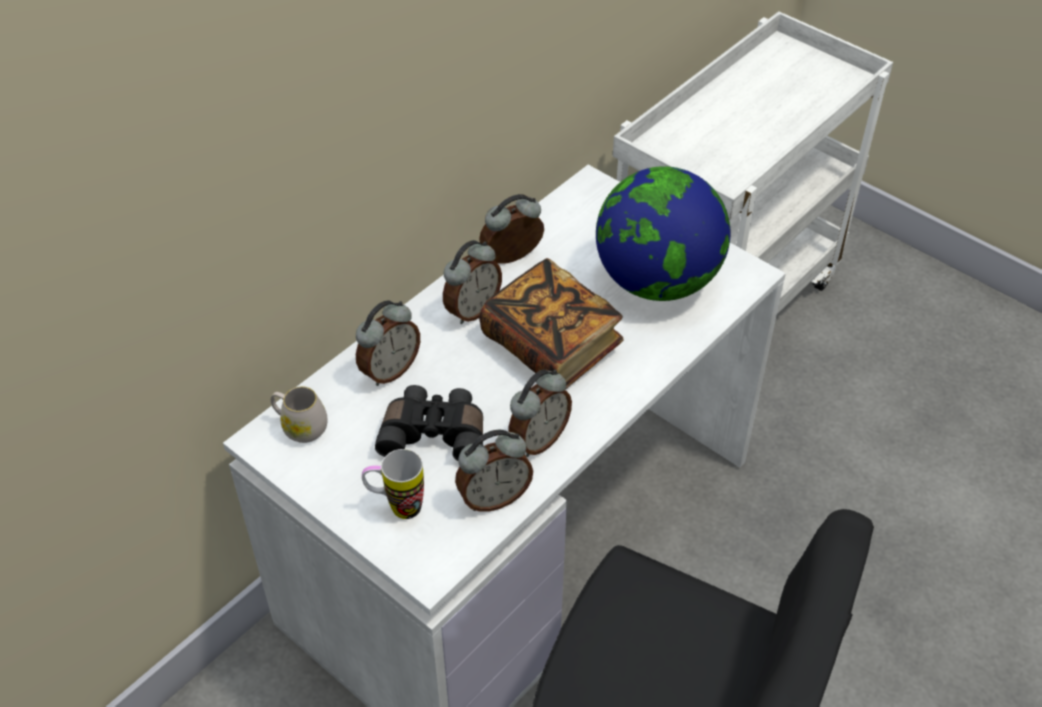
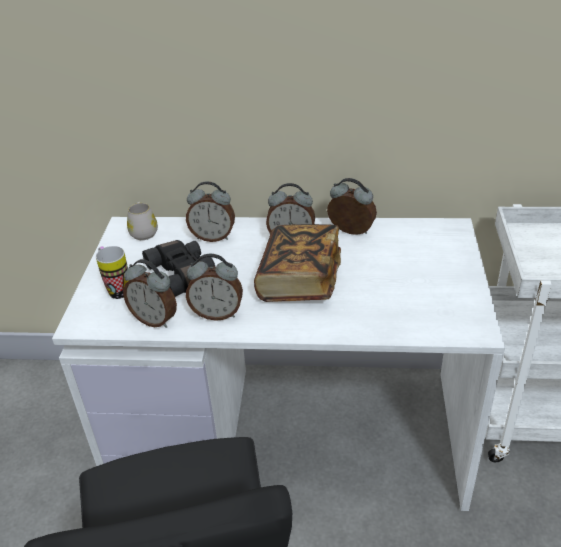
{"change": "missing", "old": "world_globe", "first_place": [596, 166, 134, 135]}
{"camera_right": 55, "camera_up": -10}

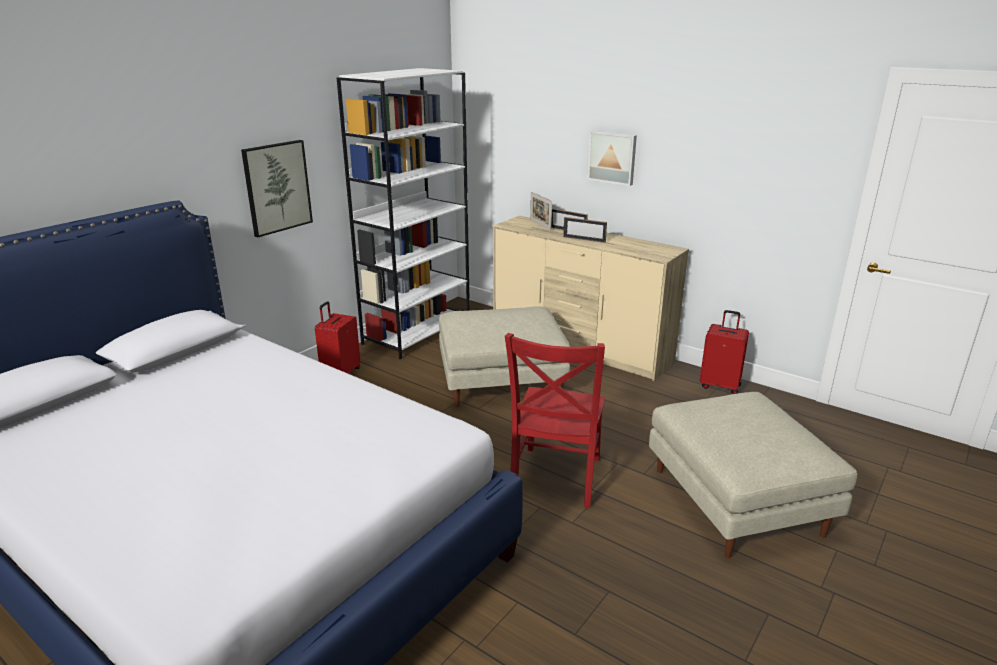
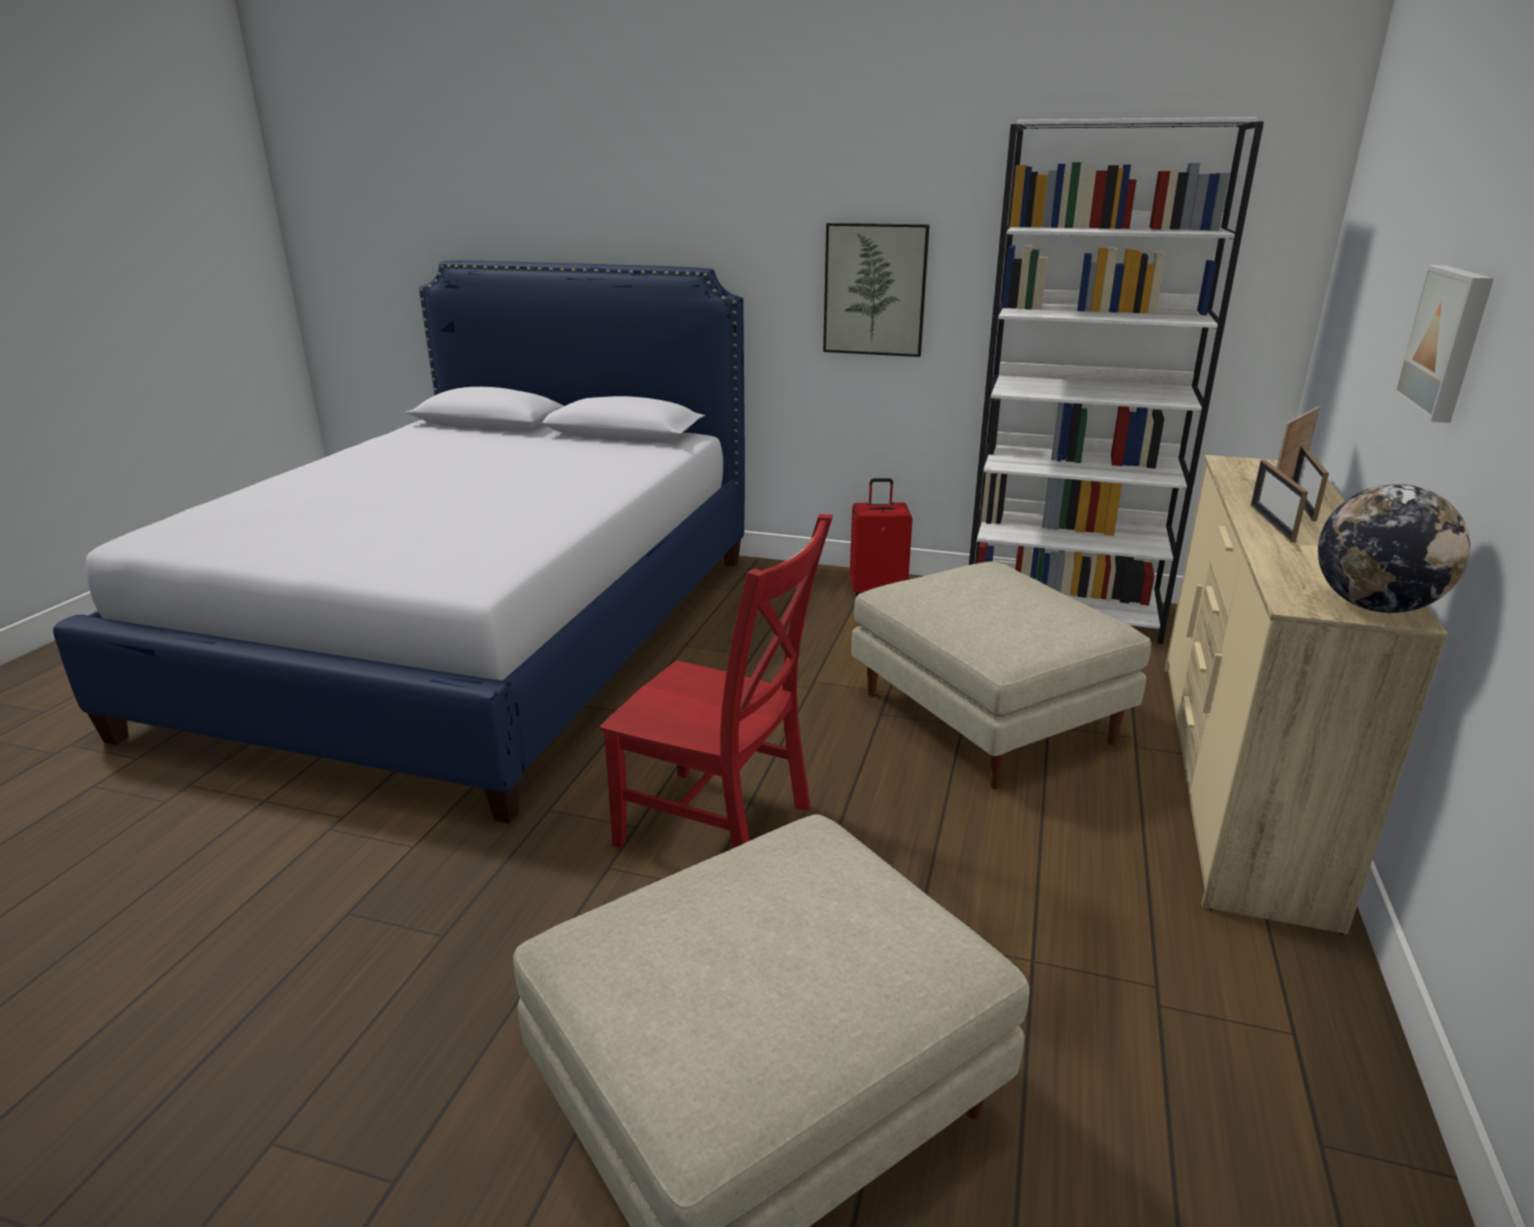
{"change": "missing", "old": "reddish_travel_case", "first_place": [700, 310, 49, 84]}
{"change": "appeared", "new": "world_globe", "second_place": [1318, 484, 152, 129]}
{"change": "spun", "old": "reddish_upright_chair", "first_place": [505, 333, 100, 175], "second_place": [600, 514, 233, 334], "degrees": -150}
{"camera_right": 70, "camera_up": 0}

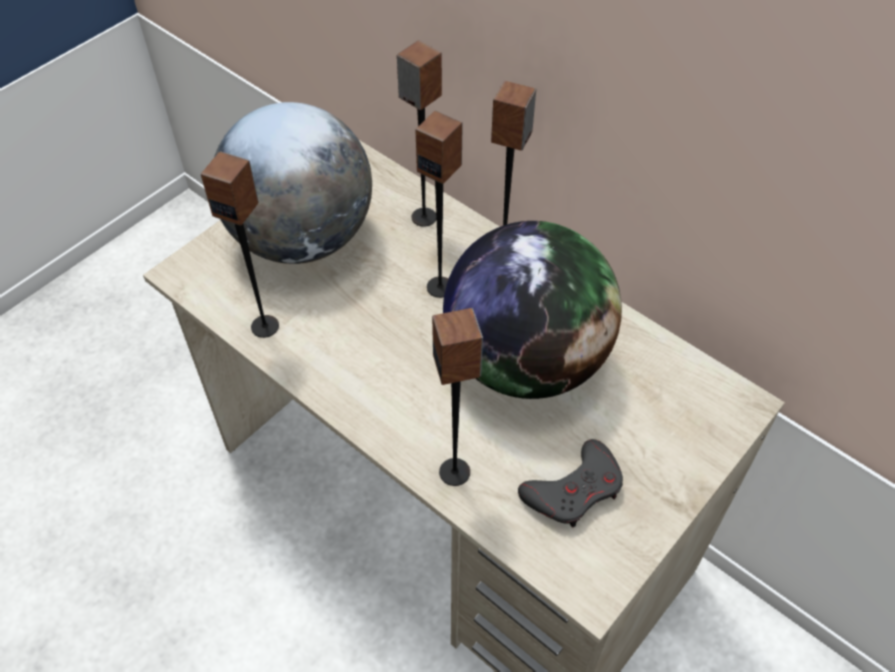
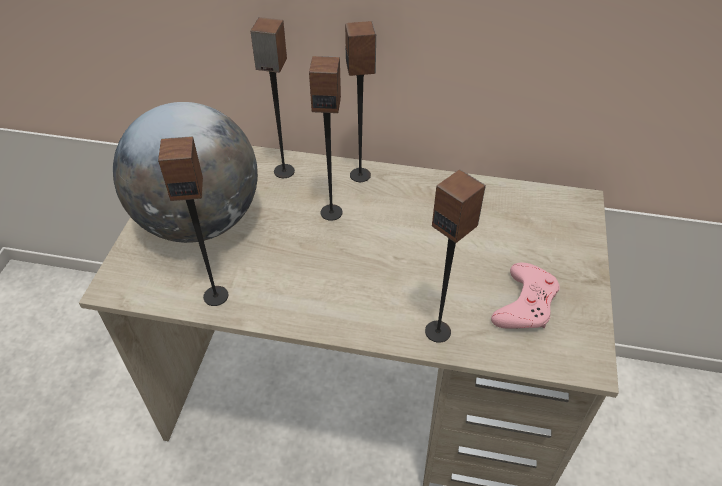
{"change": "missing", "old": "world_globe", "first_place": [443, 221, 179, 178]}
{"change": "colour", "old": "grey_joypad", "new": "pinkish_joypad", "first_place": [518, 439, 105, 88], "second_place": [491, 263, 69, 66]}
{"camera_right": -30, "camera_up": -5}

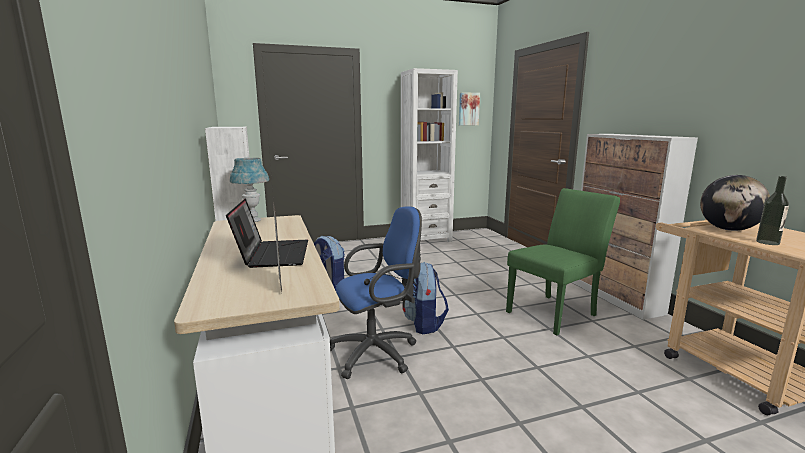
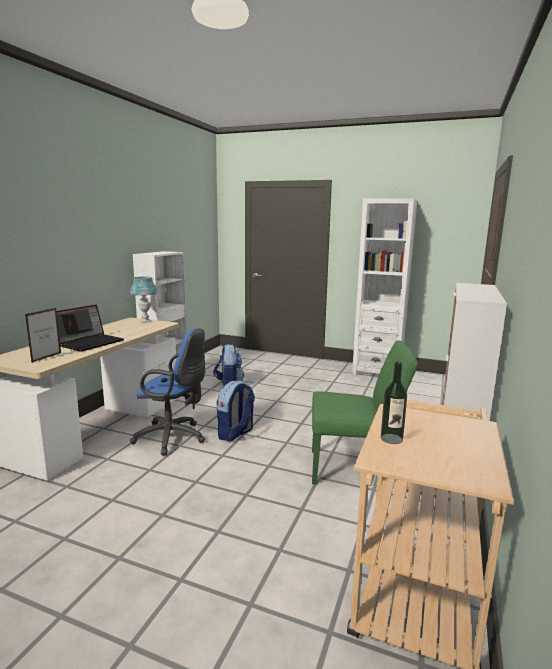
{"change": "missing", "old": "wall_art", "first_place": [459, 92, 21, 33]}
{"change": "missing", "old": "world_globe", "first_place": [700, 175, 70, 56]}
{"camera_right": 40, "camera_up": 0}

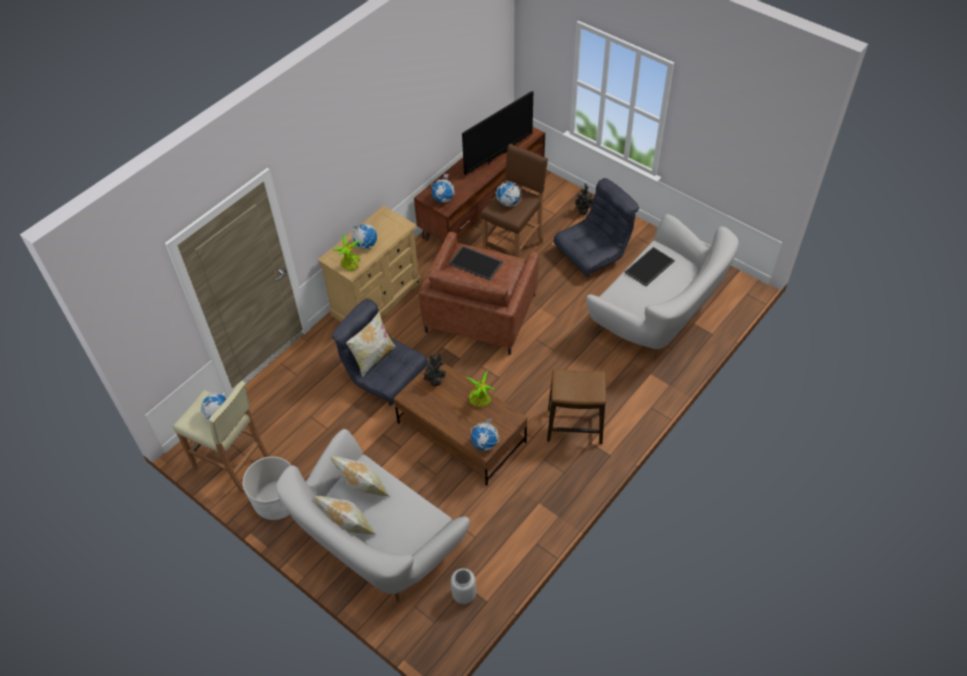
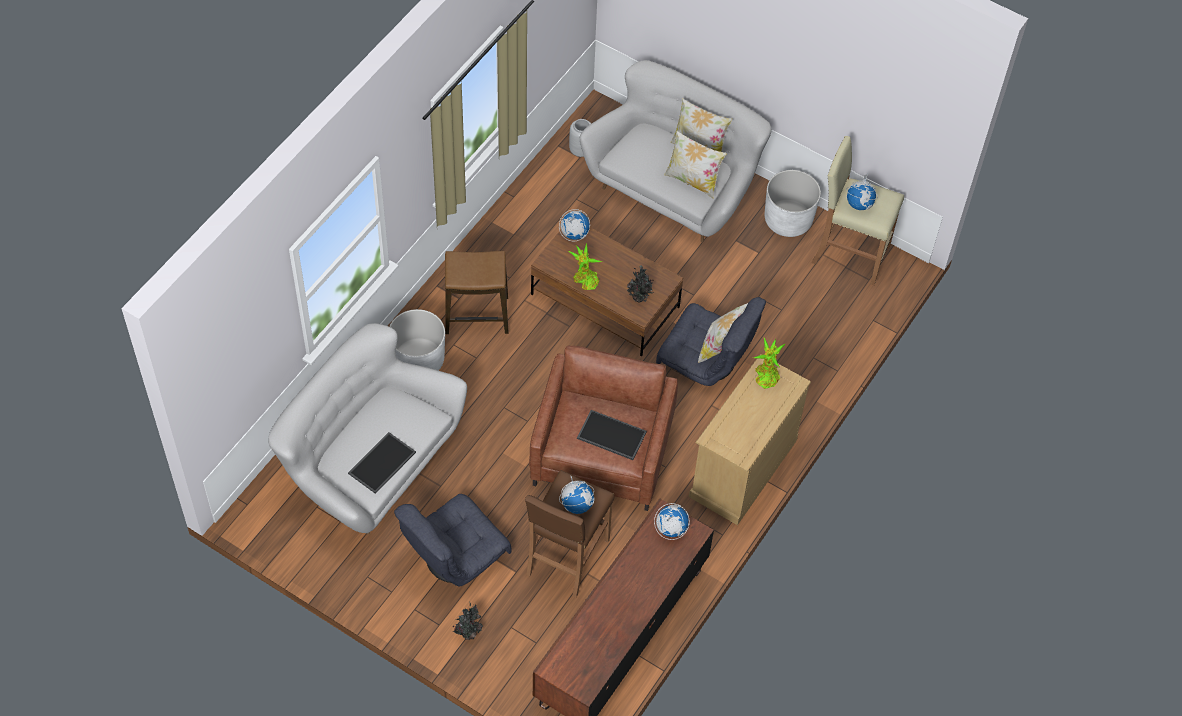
{"change": "missing", "old": "world_globe", "first_place": [352, 223, 25, 26]}
{"change": "missing", "old": "TV", "first_place": [462, 91, 71, 84]}
{"change": "appeared", "new": "white-coloured_planter", "second_place": [389, 309, 56, 62]}
{"camera_right": 170, "camera_up": 5}

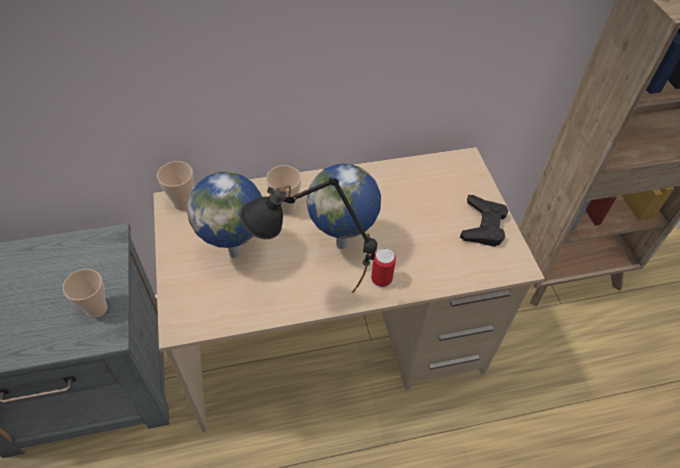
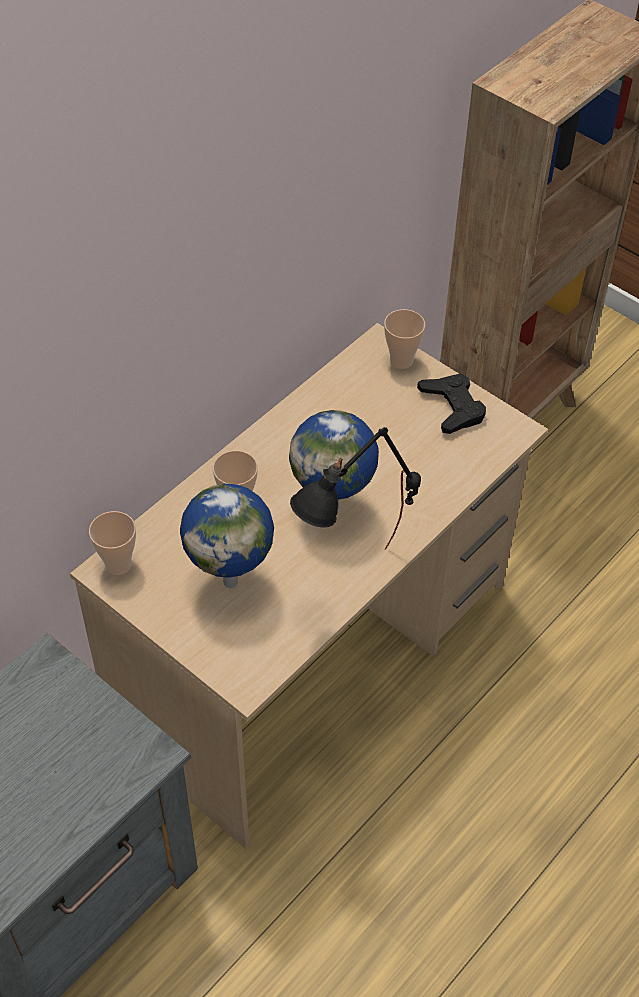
{"change": "missing", "old": "metal_can", "first_place": [371, 248, 25, 40]}
{"change": "relocated", "old": "drinking_cup", "first_place": [63, 269, 45, 49], "second_place": [384, 309, 41, 60]}
{"camera_right": -35, "camera_up": 0}

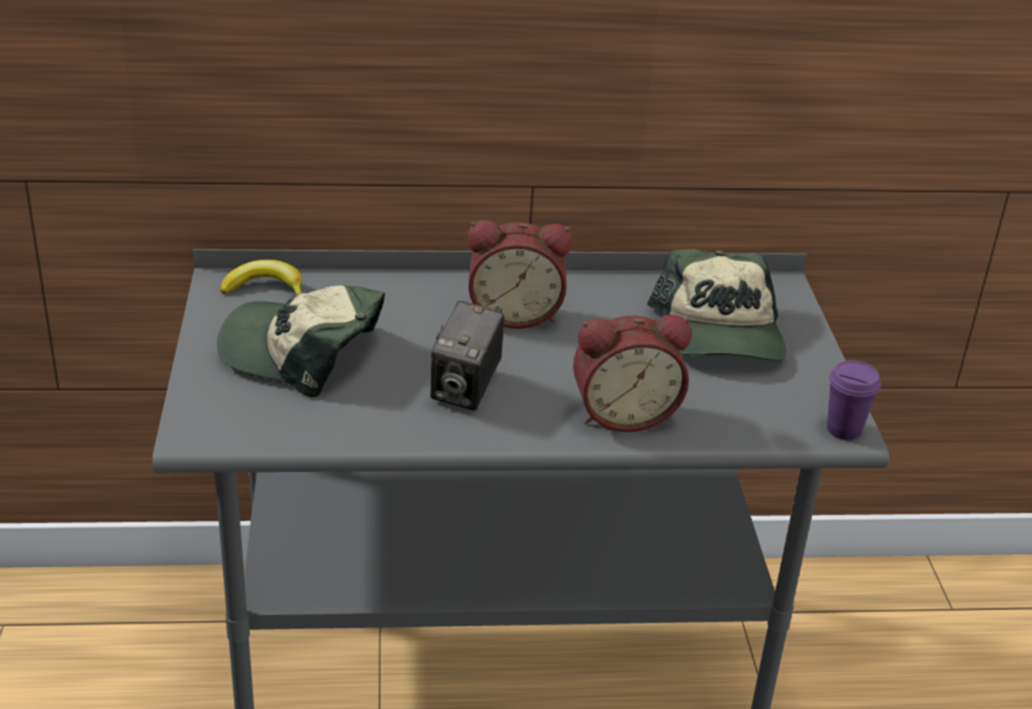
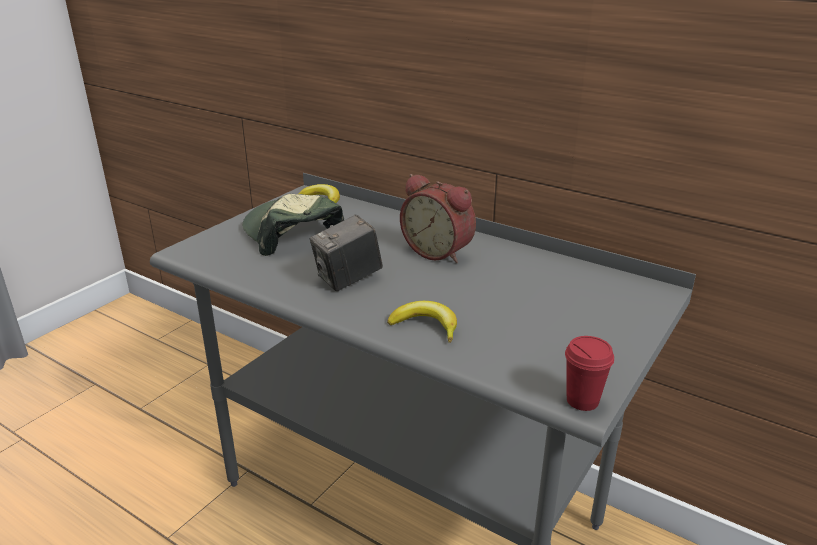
{"change": "missing", "old": "baseball_cap", "first_place": [647, 249, 139, 112]}
{"change": "exchanged", "old": "alarm_clock", "new": "banana", "first_place": [573, 315, 119, 117], "second_place": [387, 301, 70, 42]}
{"change": "colour", "old": "purplish_drinking_cup", "new": "reddish_drinking_cup", "first_place": [827, 360, 54, 80], "second_place": [565, 336, 49, 75]}
{"camera_right": 40, "camera_up": -5}

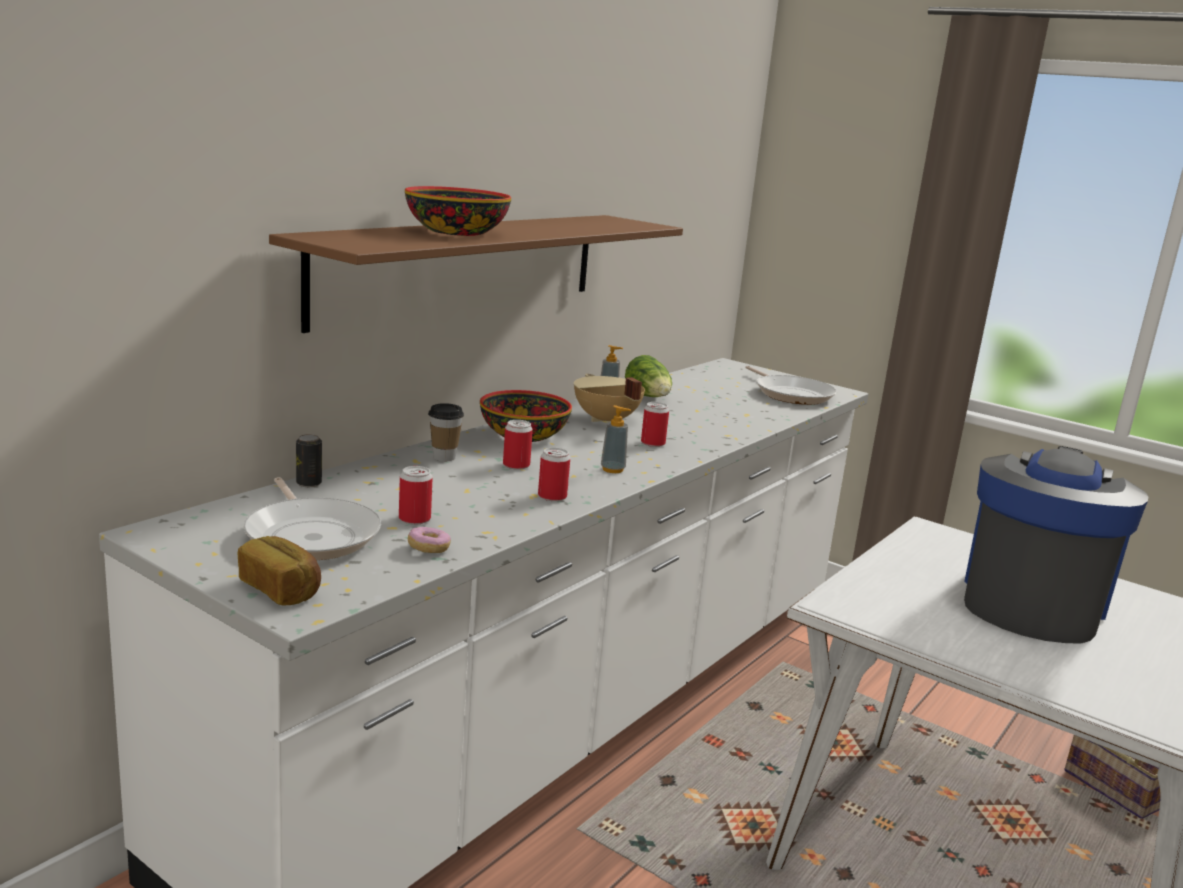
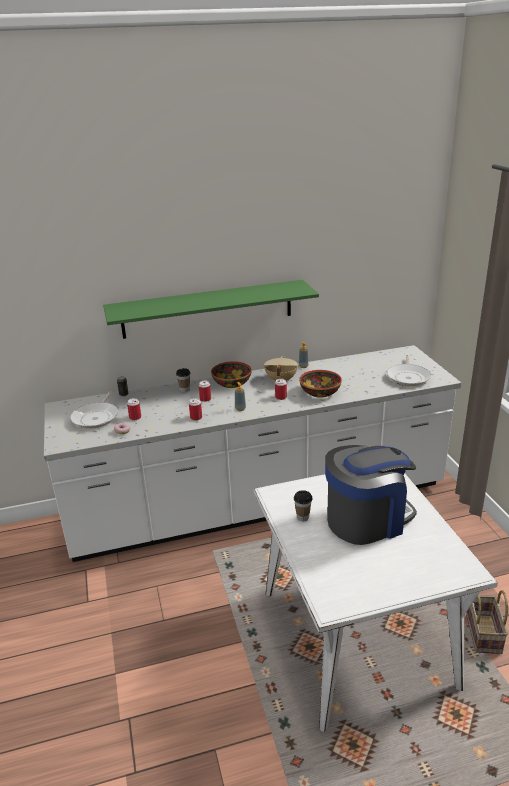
{"change": "missing", "old": "bread", "first_place": [238, 536, 83, 70]}
{"change": "missing", "old": "head_of_lettuce", "first_place": [625, 355, 47, 42]}
{"change": "appeared", "new": "drinking_cup", "second_place": [294, 490, 19, 31]}
{"change": "relocated", "old": "serving_bowl", "first_place": [405, 186, 106, 50], "second_place": [299, 370, 43, 28]}
{"change": "colour", "old": "brown_wall_shelf", "new": "green_wall_shelf", "first_place": [269, 215, 414, 118], "second_place": [103, 280, 216, 59]}
{"camera_right": 40, "camera_up": 10}

